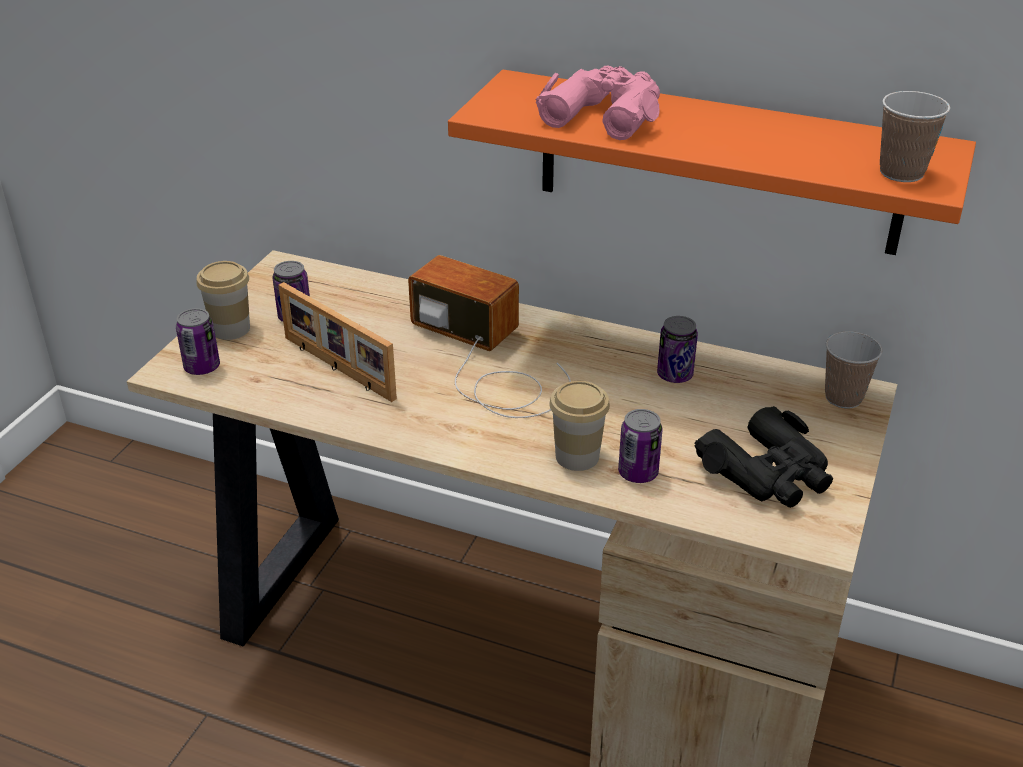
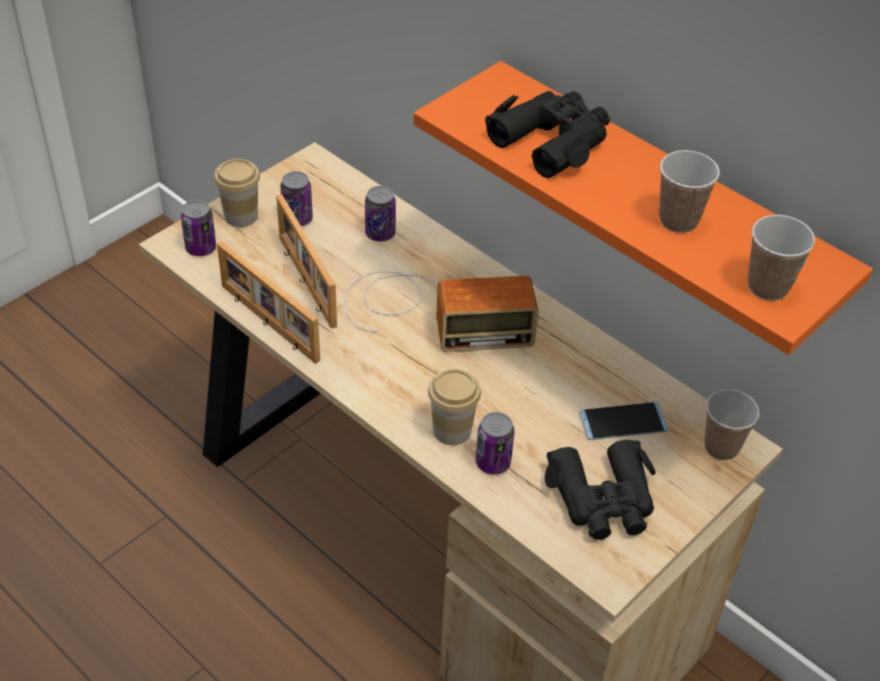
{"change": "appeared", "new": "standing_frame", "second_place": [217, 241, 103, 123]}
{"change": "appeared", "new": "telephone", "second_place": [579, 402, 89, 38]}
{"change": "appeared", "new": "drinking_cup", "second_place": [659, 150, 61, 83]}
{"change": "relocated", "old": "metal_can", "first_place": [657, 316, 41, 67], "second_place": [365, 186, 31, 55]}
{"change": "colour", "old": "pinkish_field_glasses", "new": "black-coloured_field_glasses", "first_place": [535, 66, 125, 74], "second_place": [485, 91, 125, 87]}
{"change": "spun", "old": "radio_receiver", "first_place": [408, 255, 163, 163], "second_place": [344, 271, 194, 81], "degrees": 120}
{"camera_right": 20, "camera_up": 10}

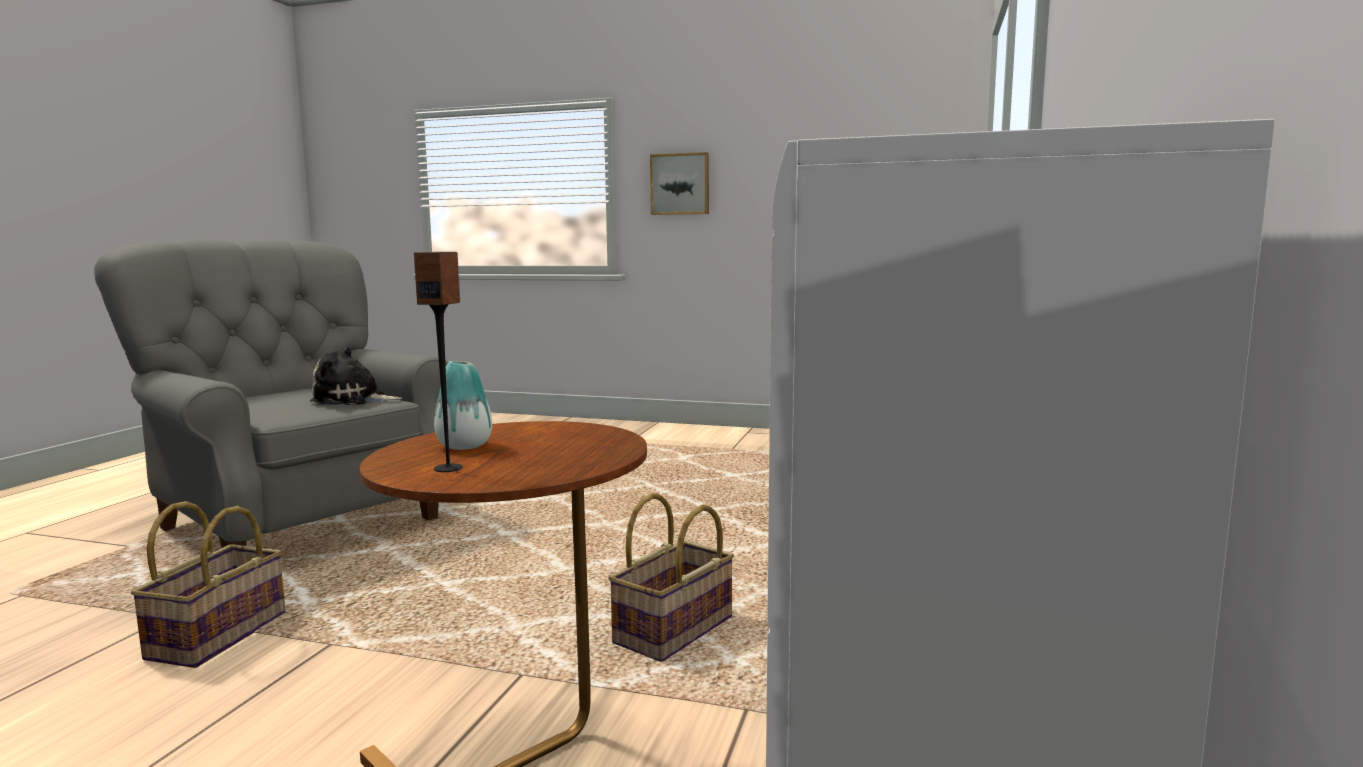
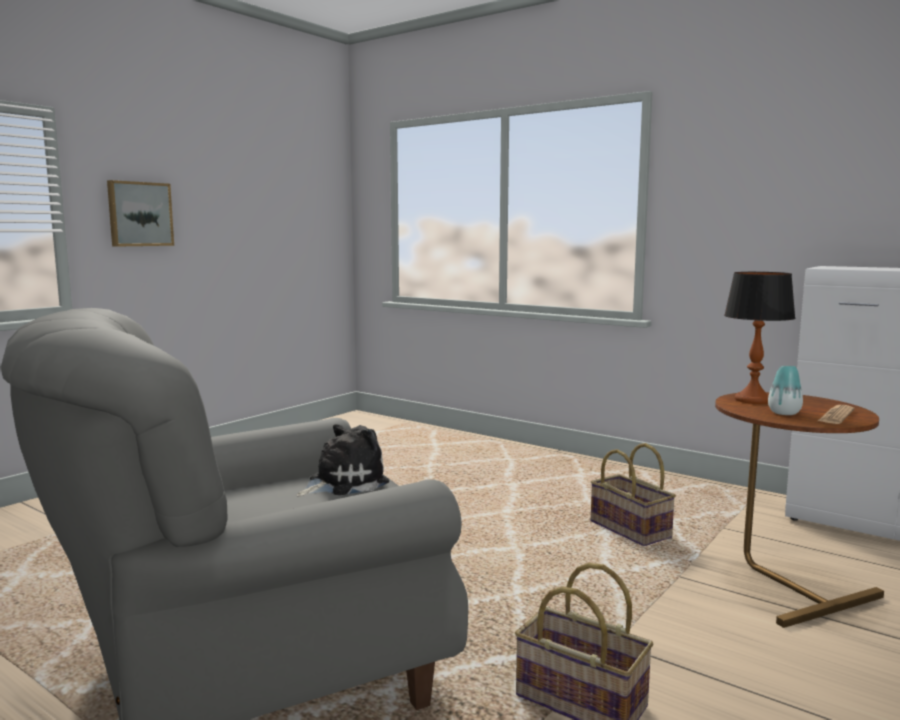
{"change": "appeared", "new": "table_lamp", "second_place": [724, 272, 72, 132]}
{"change": "exchanged", "old": "speaker", "new": "printed_paper", "first_place": [414, 252, 49, 220], "second_place": [818, 405, 36, 19]}
{"change": "spun", "old": "plush_toy", "first_place": [310, 345, 92, 60], "second_place": [296, 424, 93, 73], "degrees": -150}
{"camera_right": -70, "camera_up": 0}

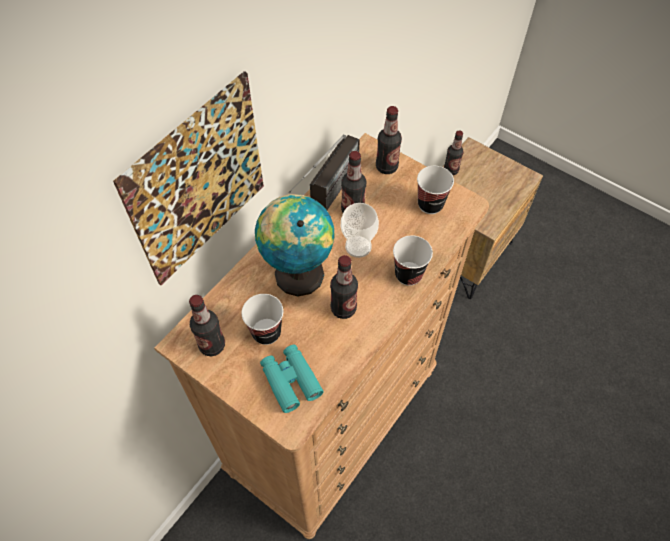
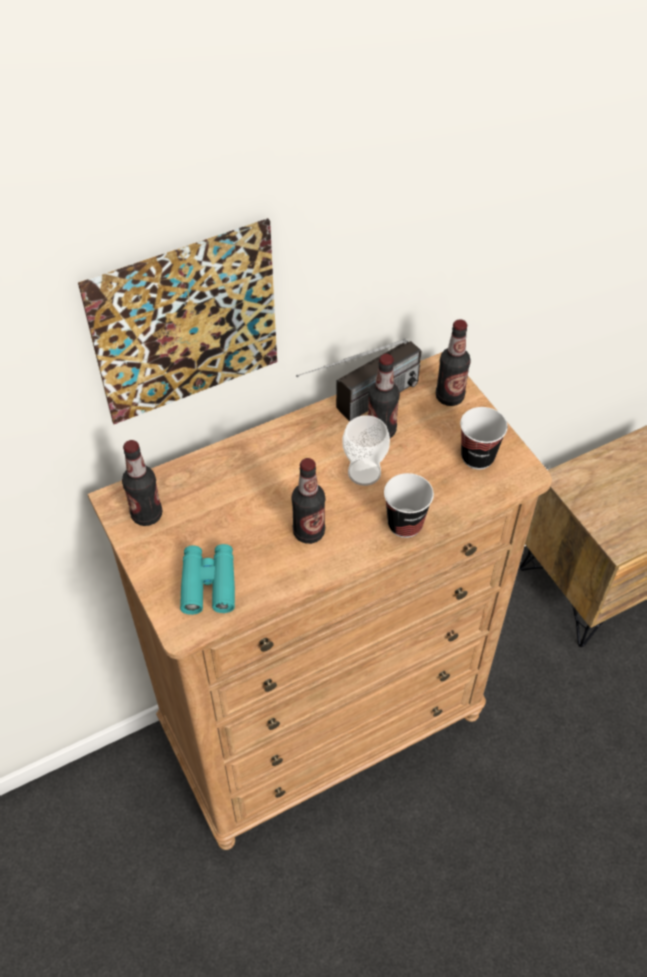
{"change": "missing", "old": "drinking_cup", "first_place": [242, 294, 41, 51]}
{"change": "missing", "old": "world_globe", "first_place": [255, 194, 80, 102]}
{"change": "missing", "old": "beverage_bottle", "first_place": [444, 130, 20, 45]}
{"camera_right": 25, "camera_up": -5}

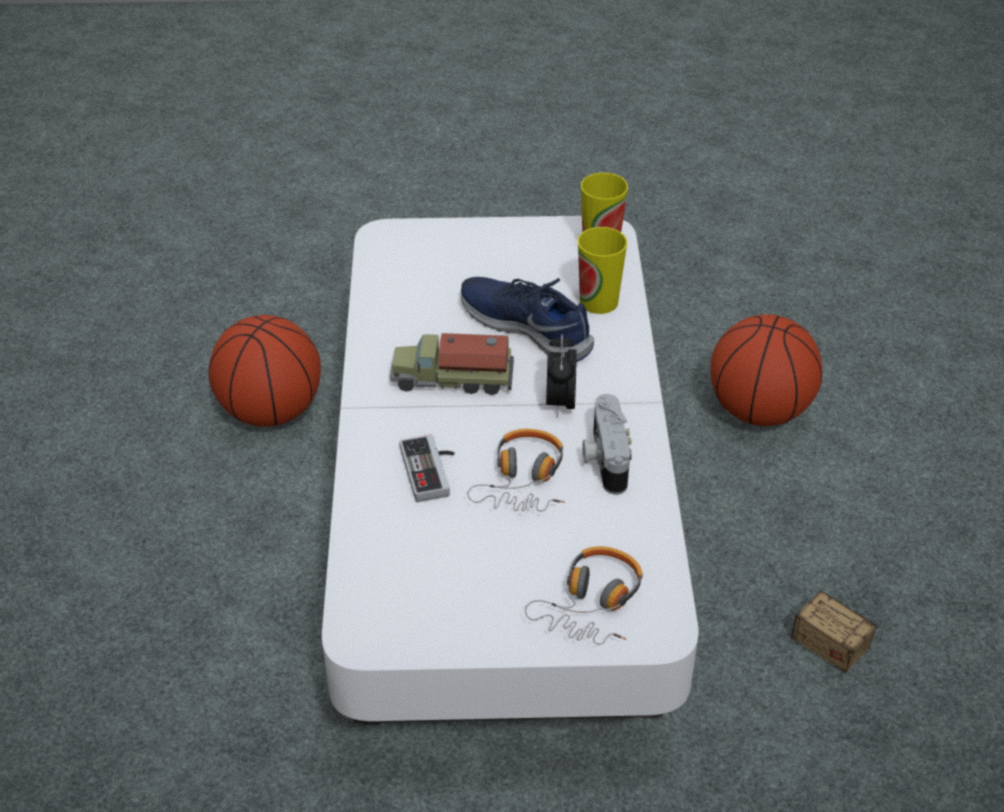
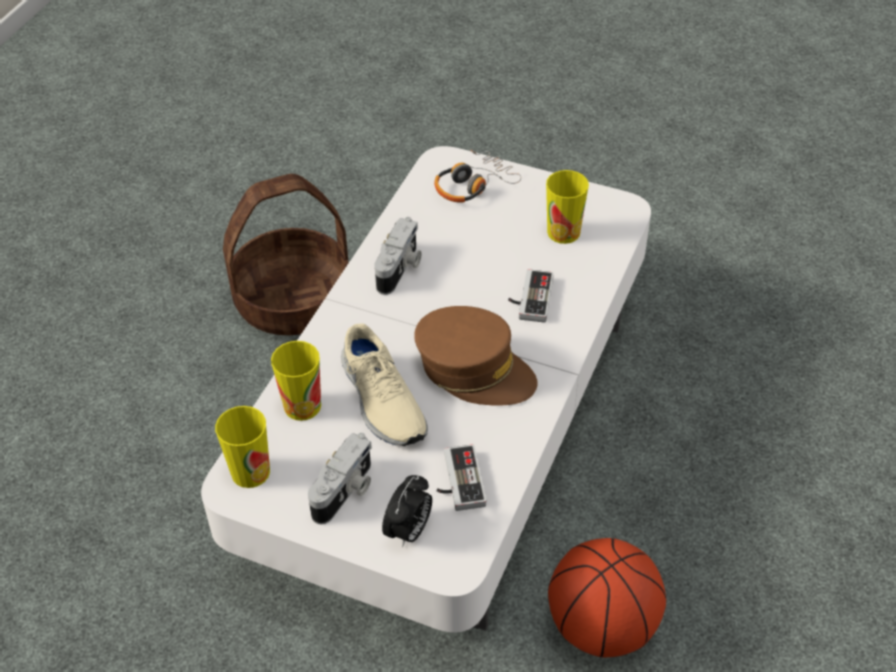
{"change": "missing", "old": "pair_of_headphones", "first_place": [467, 429, 98, 83]}
{"change": "missing", "old": "ball_for_basketball", "first_place": [710, 314, 112, 112]}
{"change": "appeared", "new": "photo_camera", "second_place": [308, 433, 64, 91]}
{"change": "appeared", "new": "joypad", "second_place": [436, 444, 50, 67]}
{"change": "appeared", "new": "drinking_cup", "second_place": [546, 170, 43, 74]}
{"change": "relocated", "old": "alarm_clock", "first_place": [546, 334, 31, 83], "second_place": [382, 475, 50, 72]}
{"change": "exchanged", "old": "toy_truck", "new": "brown_baseball_cap", "first_place": [390, 333, 124, 62], "second_place": [414, 306, 124, 99]}
{"change": "exchanged", "old": "storage_container", "new": "basket", "first_place": [733, 512, 144, 161], "second_place": [223, 174, 125, 161]}
{"change": "colour", "old": "bluish_item_of_footwear", "new": "beige_item_of_footwear", "first_place": [461, 277, 133, 85], "second_place": [341, 323, 87, 123]}
{"camera_right": -155, "camera_up": 5}

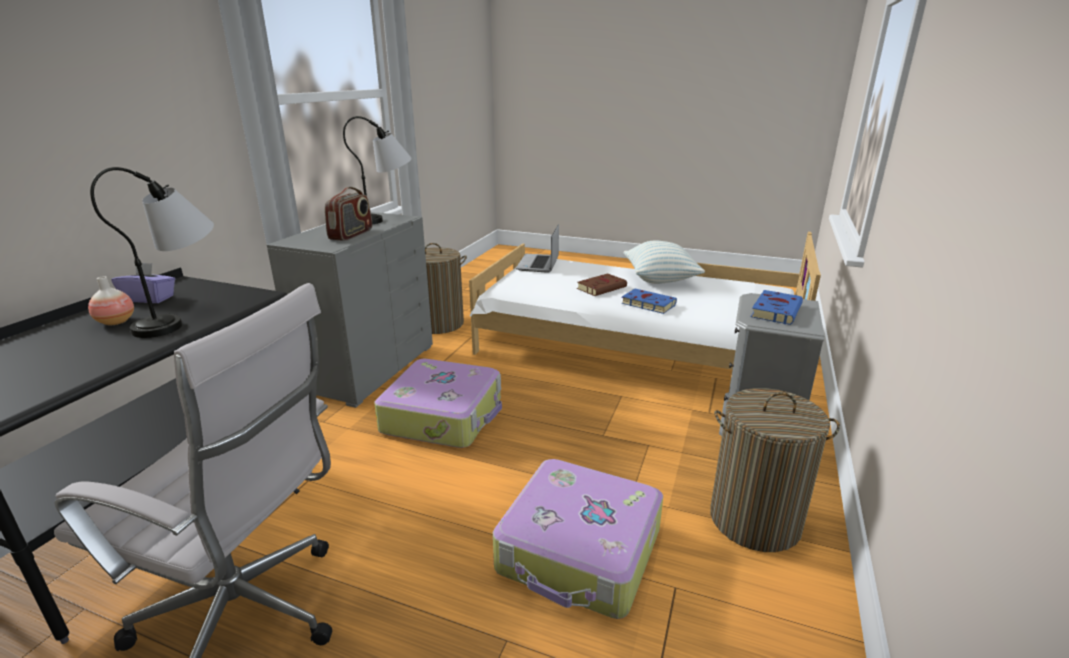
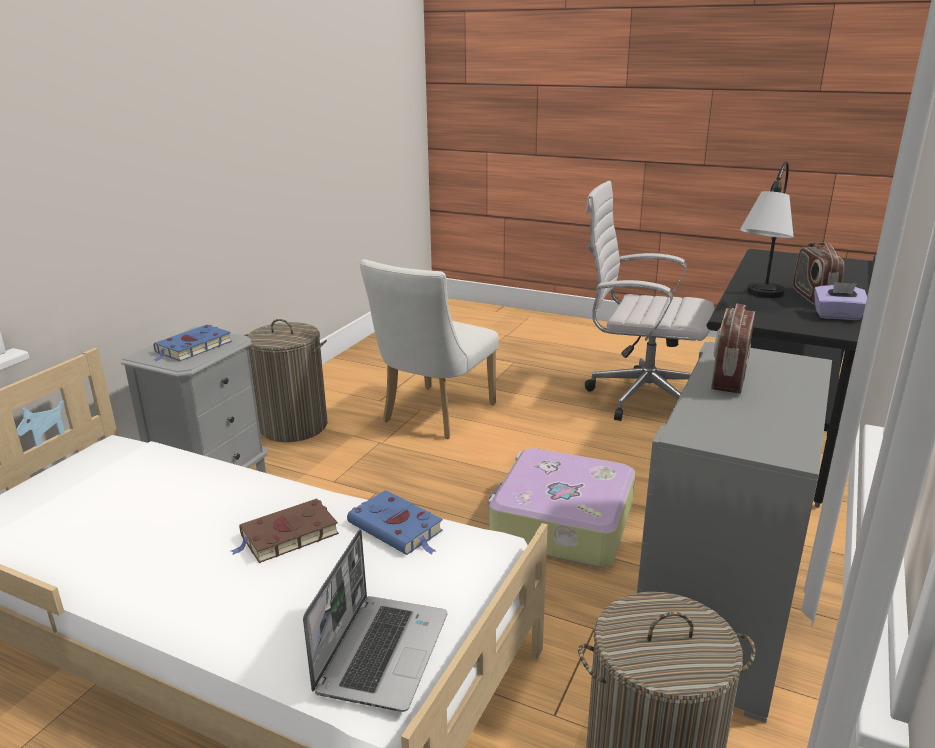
{"change": "missing", "old": "table_lamp", "first_place": [343, 116, 69, 109]}
{"change": "missing", "old": "cushion", "first_place": [624, 240, 81, 44]}
{"change": "relocated", "old": "bluish_volume", "first_place": [620, 289, 57, 25], "second_place": [347, 490, 96, 65]}
{"change": "exchanged", "old": "decorative_vase", "new": "radio_receiver", "first_place": [88, 276, 46, 49], "second_place": [793, 242, 52, 63]}
{"change": "exchanged", "old": "travel_case", "new": "white-coloured_upright_chair", "first_place": [493, 459, 170, 160], "second_place": [360, 259, 139, 180]}
{"camera_right": -175, "camera_up": 0}

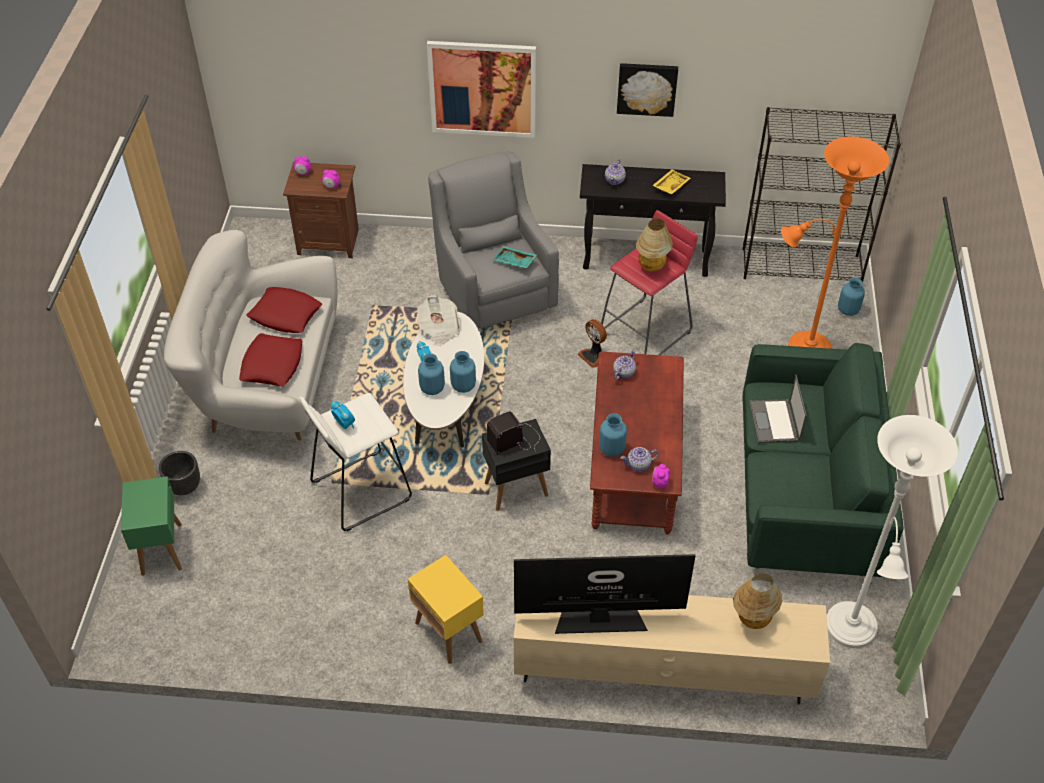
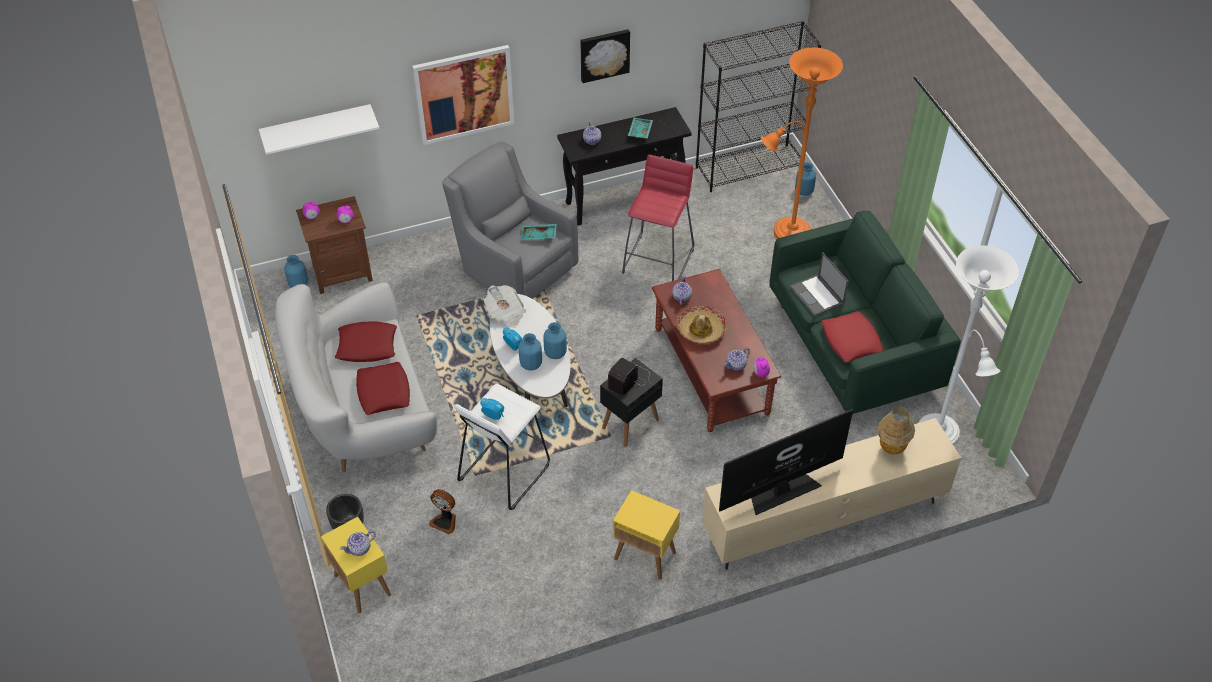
{"change": "missing", "old": "table_lamp", "first_place": [636, 218, 37, 54]}
{"change": "appeared", "new": "white-coloured_wall_shelf", "second_place": [259, 104, 121, 51]}
{"change": "appeared", "new": "pot_for_tea", "second_place": [340, 531, 36, 25]}
{"change": "appeared", "new": "hat", "second_place": [676, 306, 51, 38]}
{"change": "appeared", "new": "reddish_cushion", "second_place": [822, 311, 61, 51]}
{"change": "relocated", "old": "cooling_fan", "first_place": [578, 319, 29, 49], "second_place": [429, 489, 27, 45]}
{"change": "relocated", "old": "bluish_decorative_vase", "first_place": [599, 413, 28, 43], "second_place": [284, 255, 24, 33]}
{"change": "colour", "old": "green_end_table", "new": "yellowish_end_table", "first_place": [121, 476, 61, 100], "second_place": [321, 517, 70, 96]}
{"change": "colour", "old": "yellowish_tray", "new": "blue-green_tray", "first_place": [652, 170, 39, 25], "second_place": [628, 117, 25, 21]}
{"camera_right": -25, "camera_up": 0}

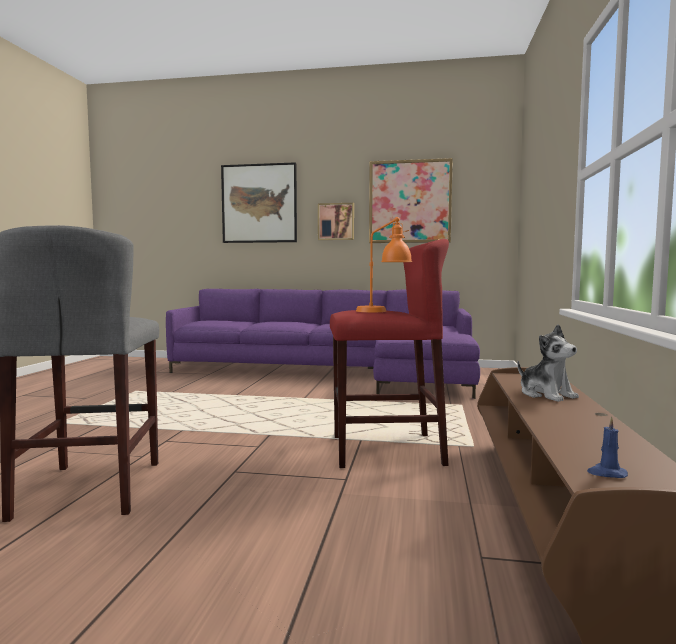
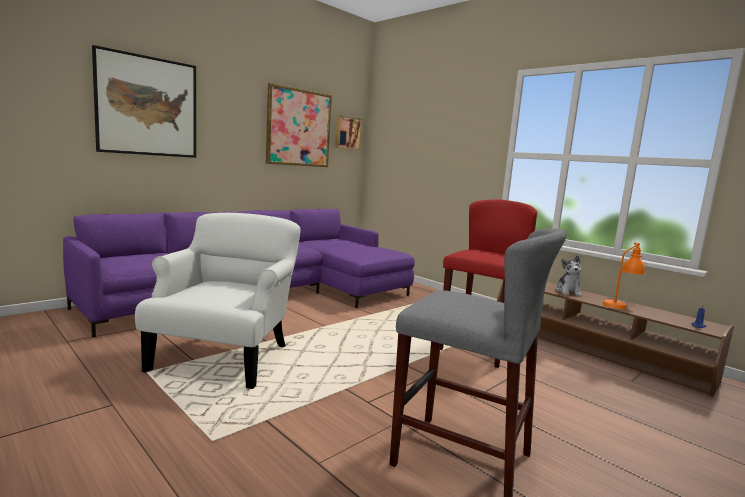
{"change": "appeared", "new": "white-coloured_easy_chair", "second_place": [135, 213, 166, 176]}
{"change": "relocated", "old": "wall_art", "first_place": [318, 203, 36, 37], "second_place": [335, 115, 27, 35]}
{"change": "relocated", "old": "orange_table_lamp", "first_place": [356, 217, 56, 95], "second_place": [602, 243, 43, 66]}
{"change": "spun", "old": "plush_toy", "first_place": [517, 324, 62, 78], "second_place": [555, 255, 27, 41], "degrees": 90}
{"camera_right": -55, "camera_up": 5}

